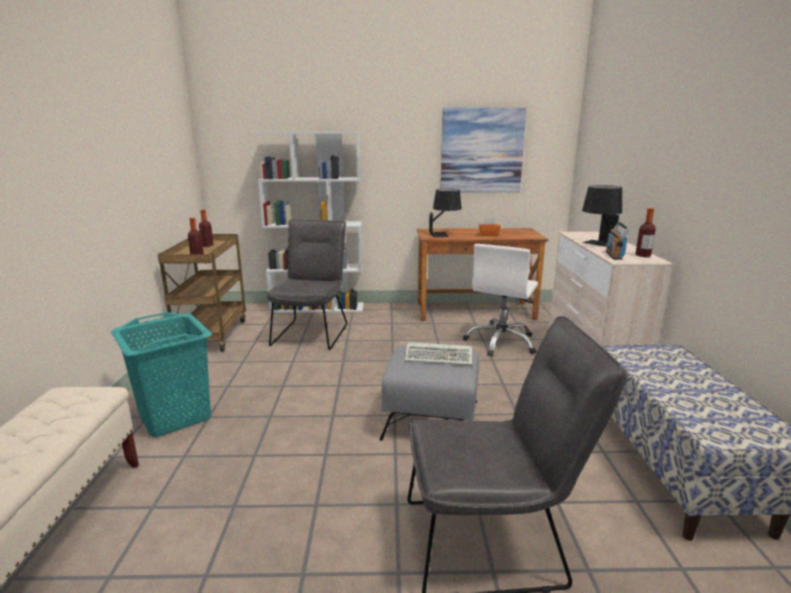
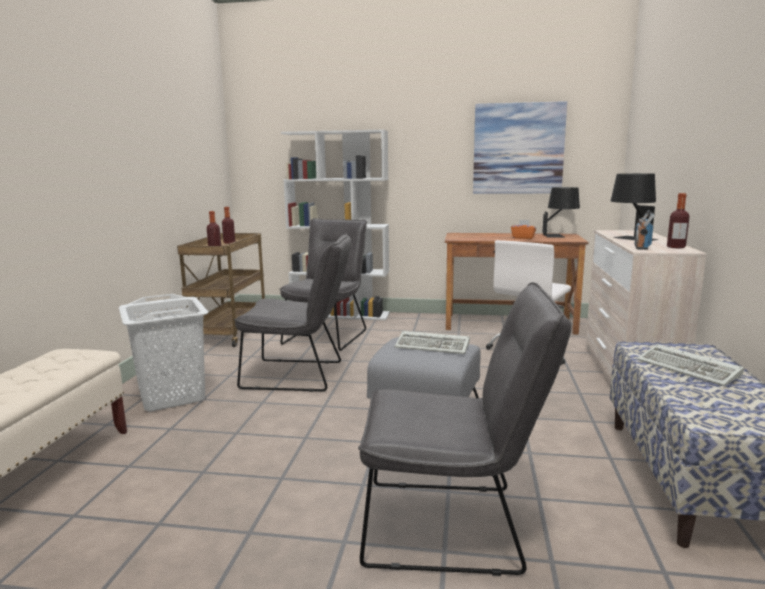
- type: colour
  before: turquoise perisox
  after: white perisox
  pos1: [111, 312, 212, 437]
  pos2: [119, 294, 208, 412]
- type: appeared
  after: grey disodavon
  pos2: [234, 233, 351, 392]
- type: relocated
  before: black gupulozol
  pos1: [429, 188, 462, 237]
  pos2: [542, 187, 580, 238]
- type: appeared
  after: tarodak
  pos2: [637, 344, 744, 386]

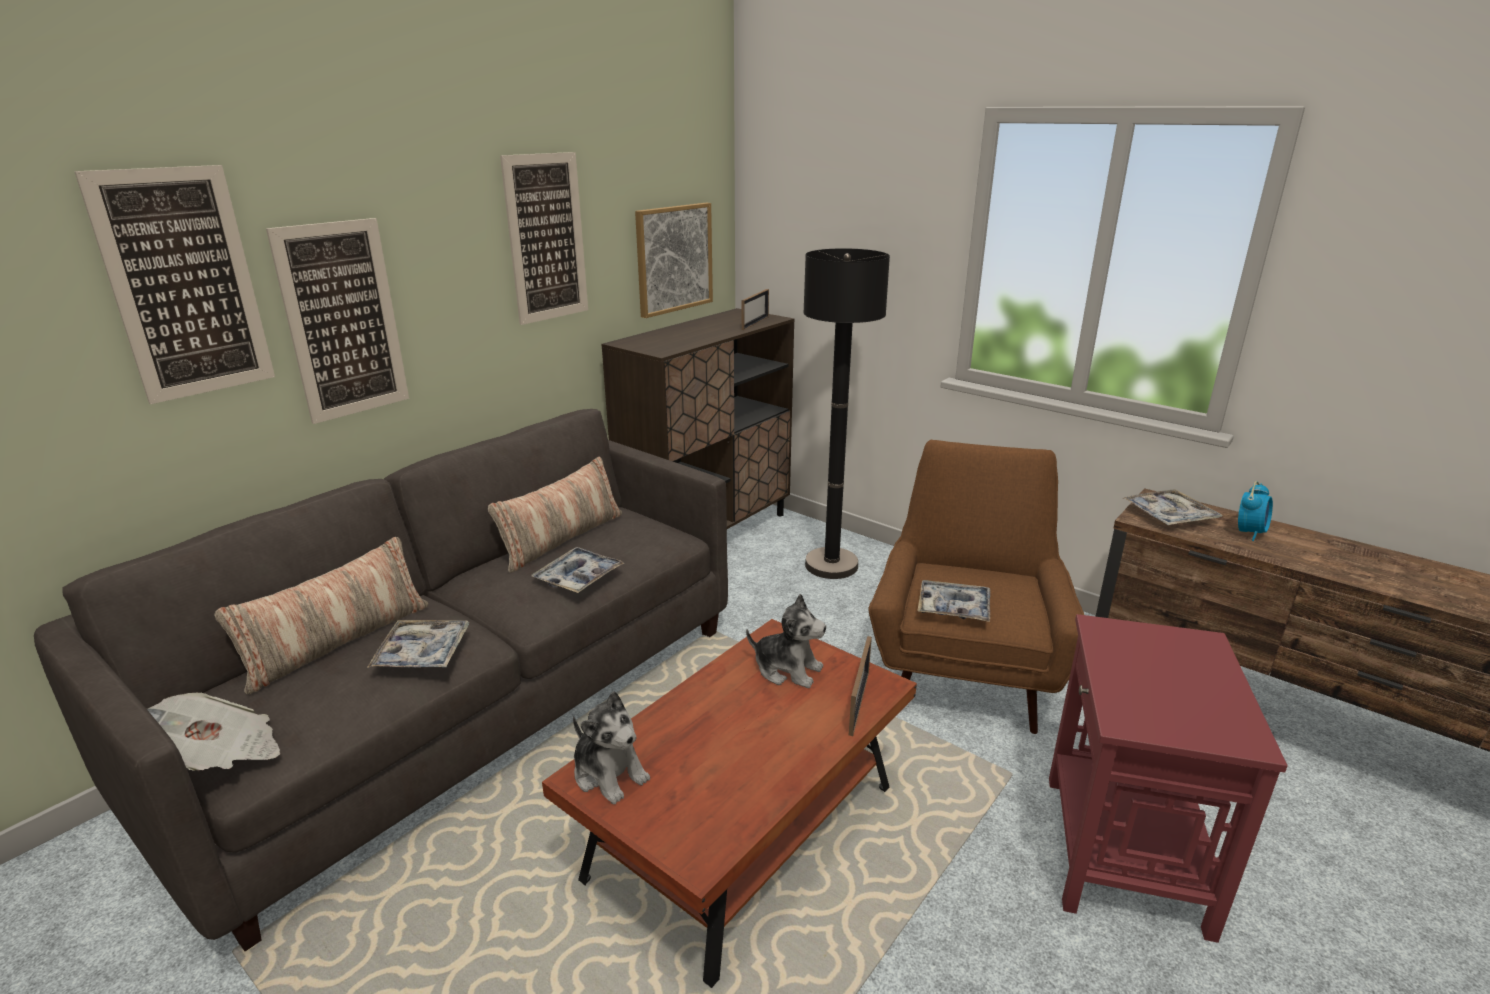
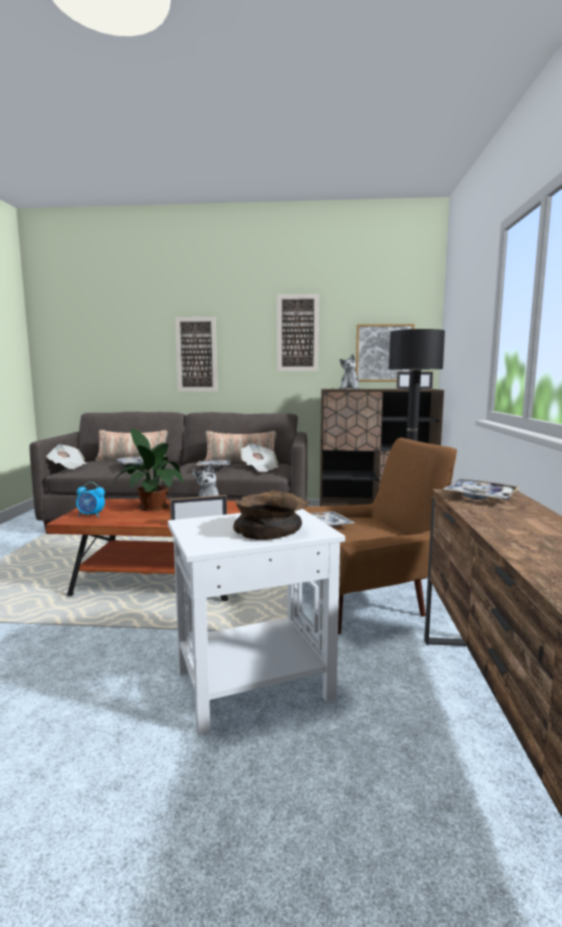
- type: relocated
  before: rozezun
  pos1: [1238, 481, 1273, 541]
  pos2: [76, 482, 105, 517]
- type: appeared
  after: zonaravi
  pos2: [113, 428, 184, 511]
- type: colour
  before: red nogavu
  after: white nogavu
  pos1: [1049, 614, 1288, 943]
  pos2: [168, 509, 345, 736]
- type: appeared
  after: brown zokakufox
  pos2: [233, 490, 310, 540]
- type: appeared
  after: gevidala
  pos2: [241, 444, 278, 472]
- type: relocated
  before: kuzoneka
  pos1: [573, 691, 650, 804]
  pos2: [339, 354, 360, 389]
- type: missing
  before: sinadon
  pos1: [74, 165, 275, 404]

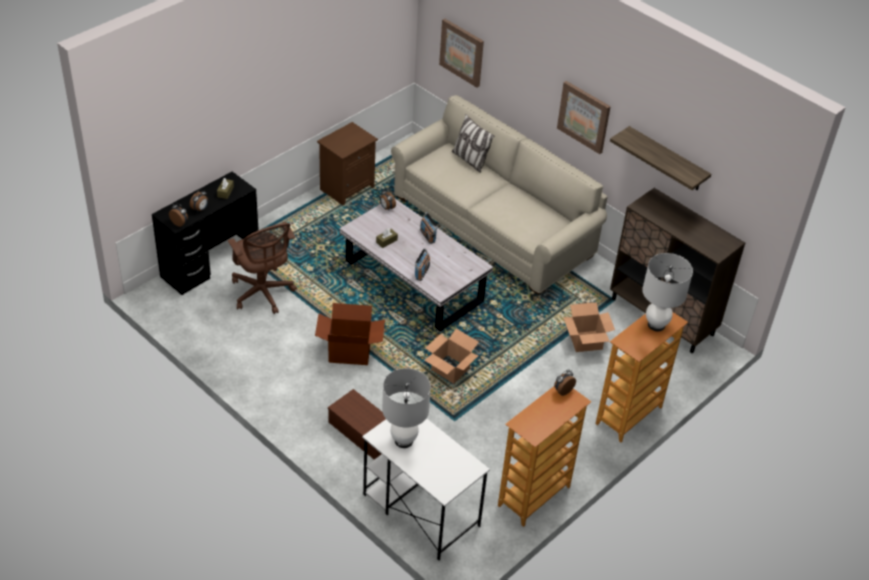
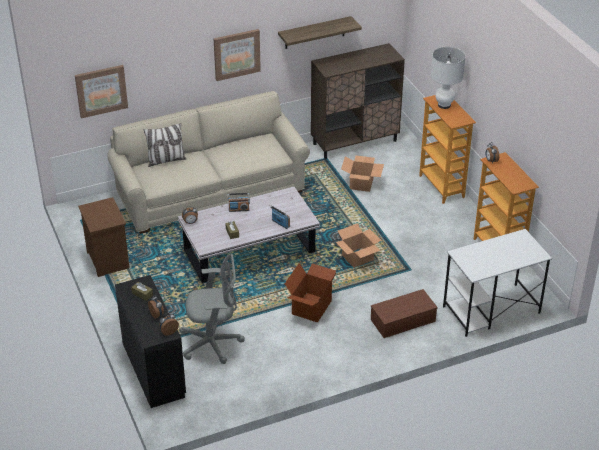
- type: colour
  before: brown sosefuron
  after: grey sosefuron
  pos1: [228, 222, 297, 314]
  pos2: [179, 254, 245, 364]
- type: missing
  before: white gupulozol
  pos1: [382, 368, 431, 448]

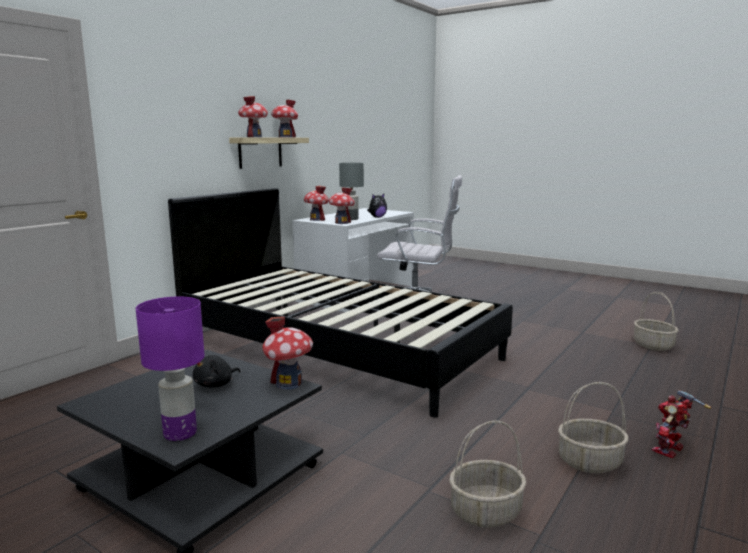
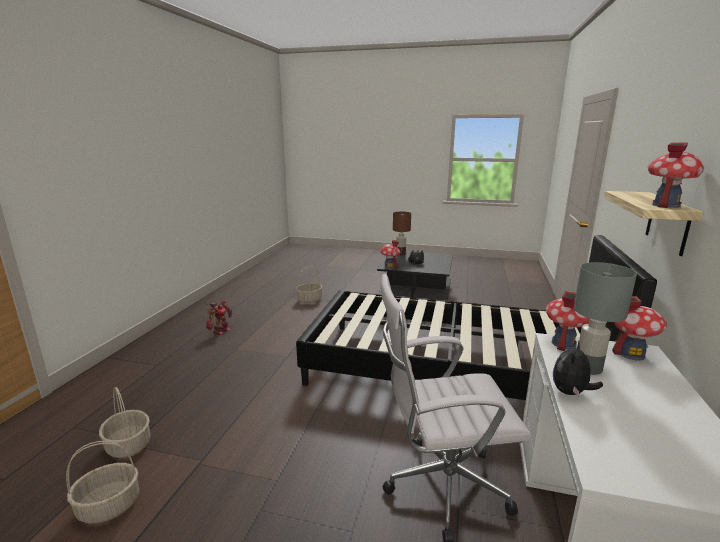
- type: relocated
  before: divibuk
  pos1: [558, 382, 628, 473]
  pos2: [66, 441, 139, 524]
- type: colour
  before: purple gupulozol
  after: brown gupulozol
  pos1: [136, 297, 205, 441]
  pos2: [393, 212, 411, 255]
- type: missing
  before: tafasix
  pos1: [238, 96, 268, 137]

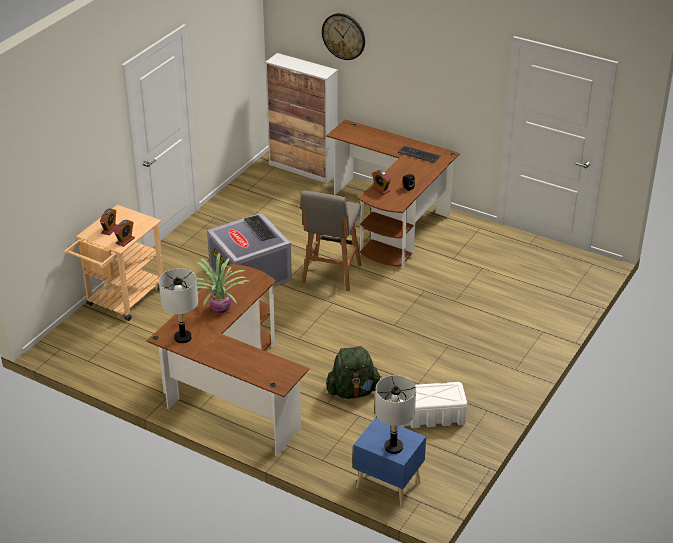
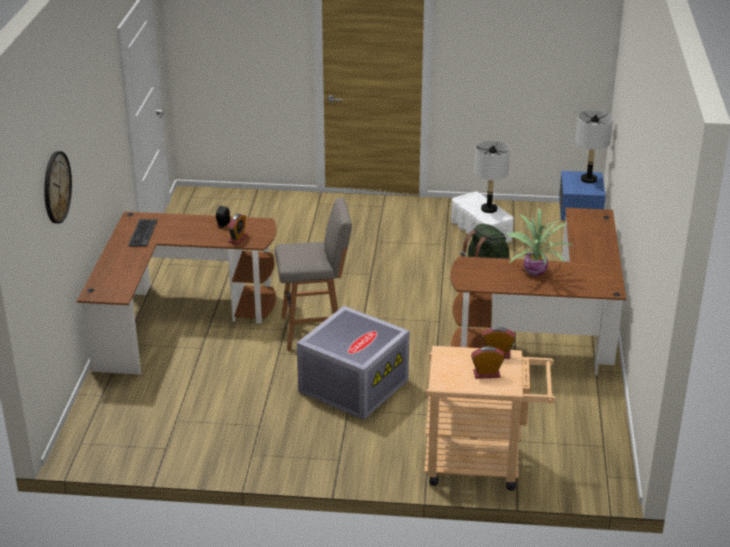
- type: relocated
  before: grey gupulozol
  pos1: [159, 268, 198, 343]
  pos2: [474, 140, 510, 213]
- type: missing
  before: tarodak
  pos1: [244, 215, 276, 241]
- type: missing
  before: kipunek
  pos1: [265, 53, 338, 183]

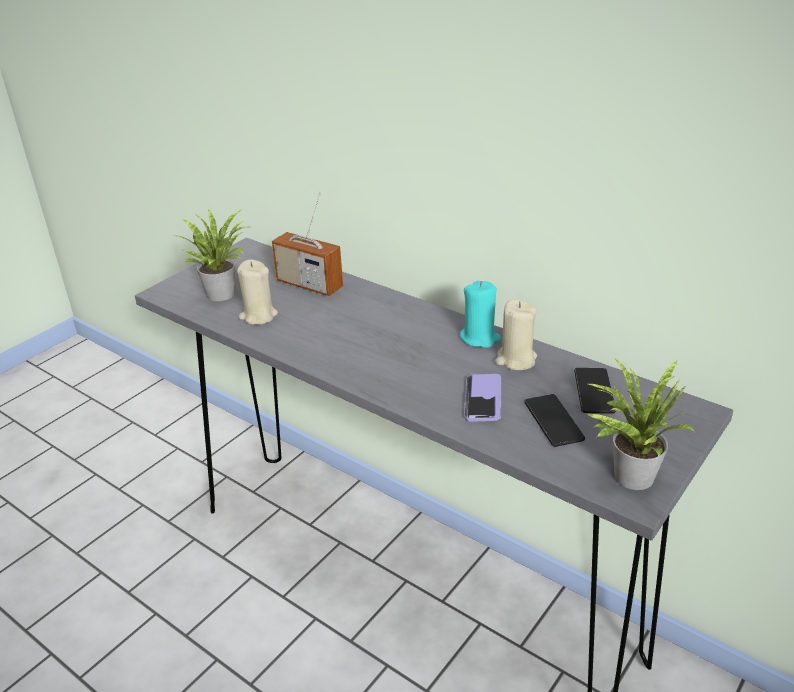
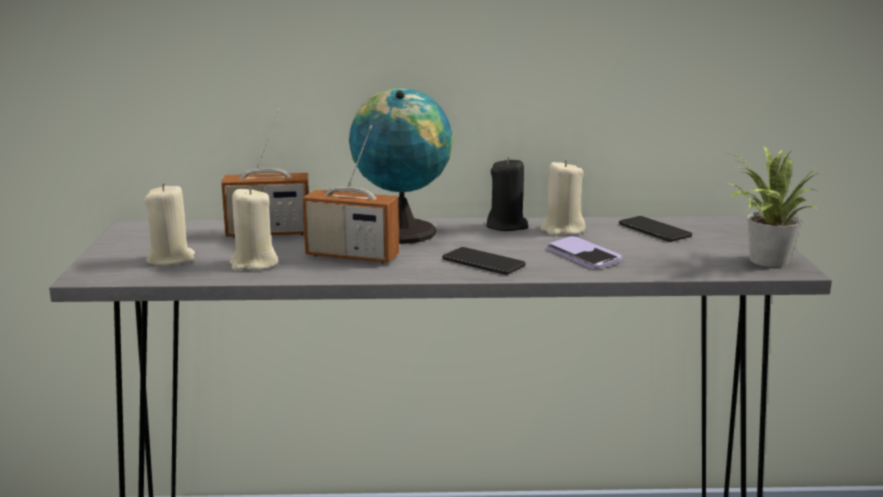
- type: exchanged
  before: zonaravi
  after: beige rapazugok
  pos1: [175, 209, 249, 301]
  pos2: [144, 183, 195, 266]
- type: appeared
  after: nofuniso
  pos2: [302, 125, 399, 263]
- type: appeared
  after: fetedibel
  pos2: [349, 88, 453, 244]
- type: relocated
  before: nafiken
  pos1: [524, 394, 585, 447]
  pos2: [442, 247, 526, 275]
- type: colour
  before: turquoise rapazugok
  after: black rapazugok
  pos1: [460, 281, 501, 348]
  pos2: [486, 157, 528, 231]

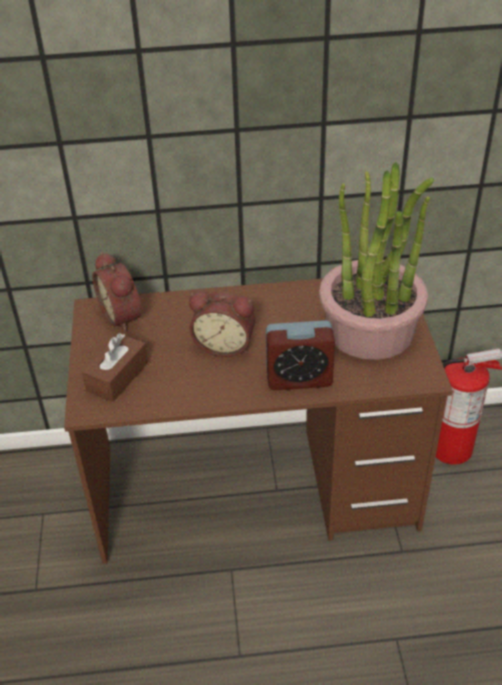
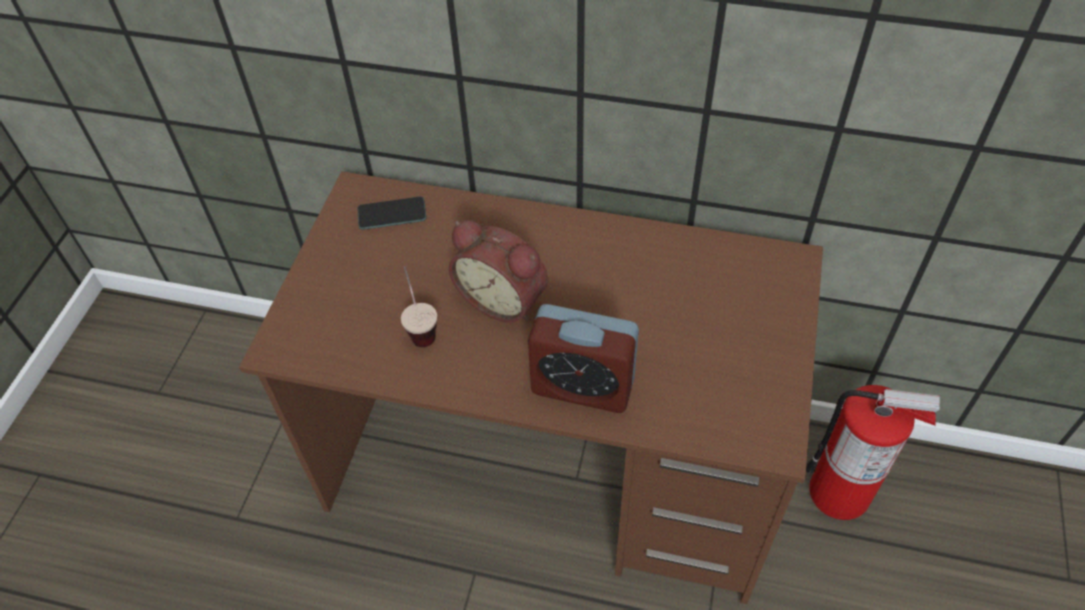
- type: exchanged
  before: rozezun
  after: nafiken
  pos1: [93, 252, 141, 331]
  pos2: [357, 197, 427, 230]
- type: appeared
  after: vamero
  pos2: [401, 266, 437, 347]
- type: missing
  before: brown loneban
  pos1: [82, 333, 148, 402]
- type: missing
  before: zonaravi
  pos1: [319, 162, 434, 360]

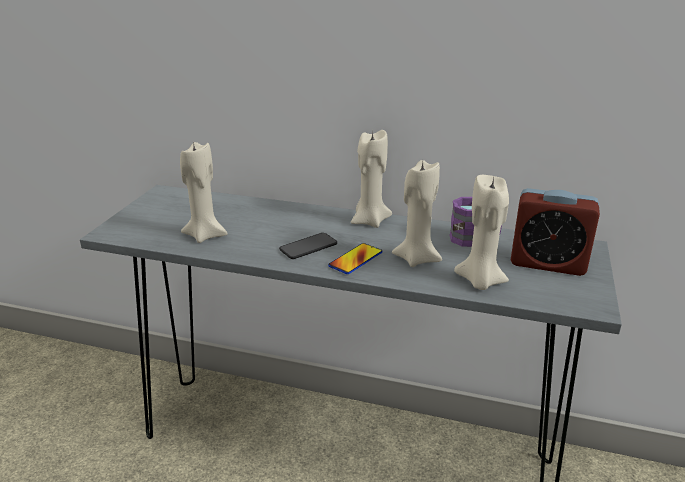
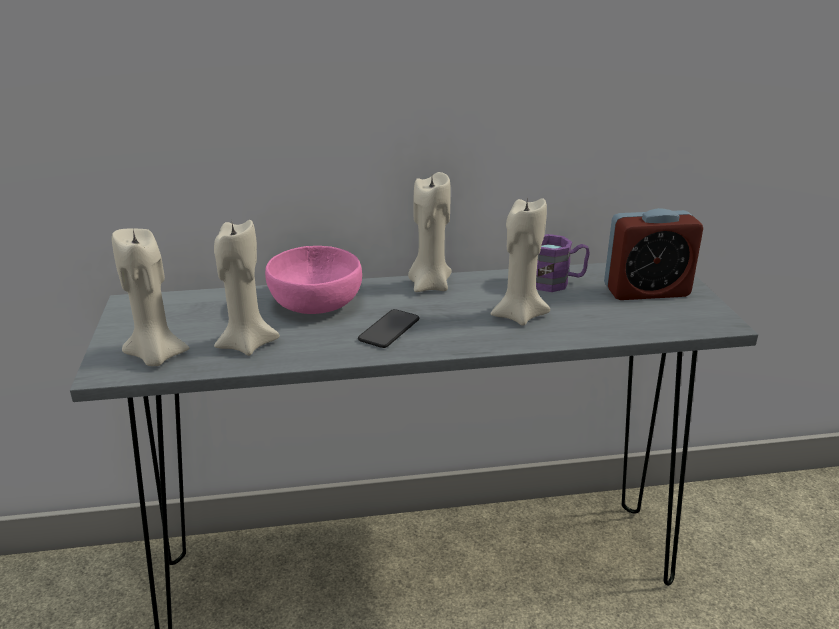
- type: relocated
  before: beige rapazugok
  pos1: [454, 175, 509, 290]
  pos2: [112, 229, 189, 366]
- type: appeared
  after: pink zokakufox
  pos2: [265, 246, 362, 314]
- type: missing
  before: nafiken
  pos1: [328, 243, 382, 274]

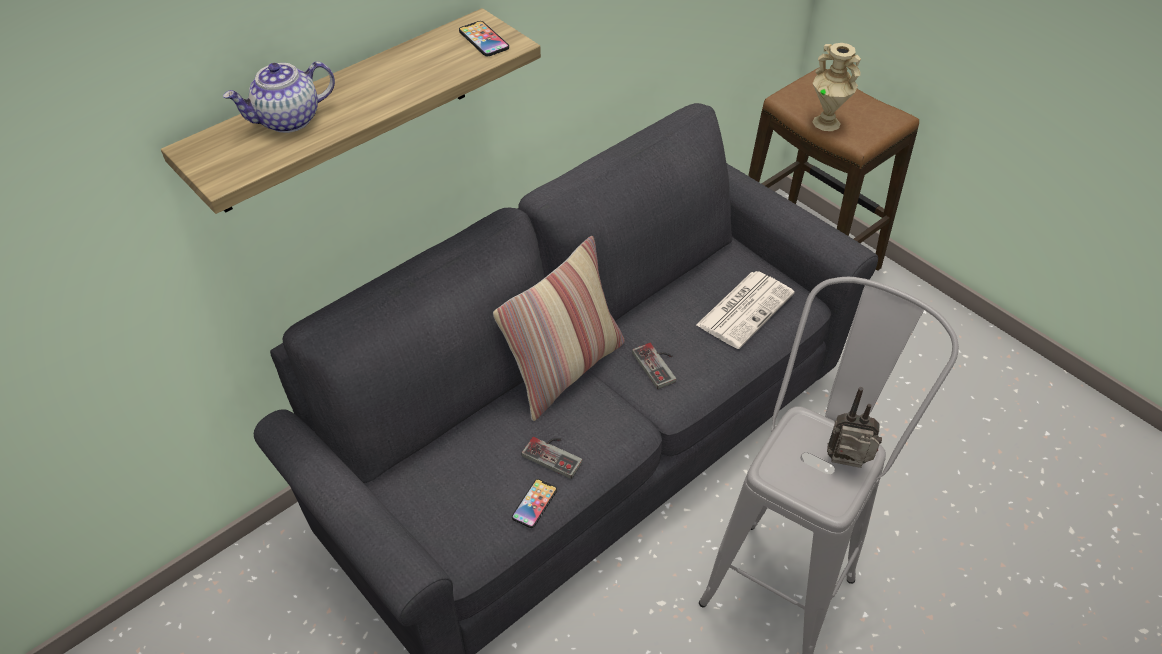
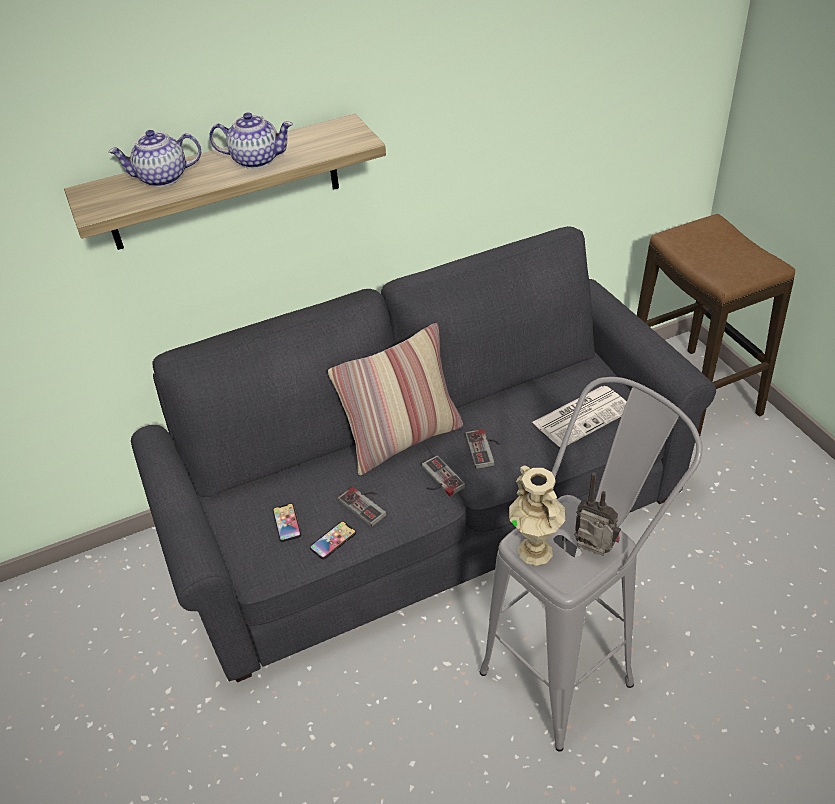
- type: appeared
  after: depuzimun
  pos2: [209, 112, 293, 169]
- type: relocated
  before: nafiken
  pos1: [459, 21, 509, 57]
  pos2: [273, 503, 301, 542]
- type: appeared
  after: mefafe
  pos2: [422, 456, 466, 496]
- type: relocated
  before: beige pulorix
  pos1: [812, 43, 861, 131]
  pos2: [509, 465, 565, 566]

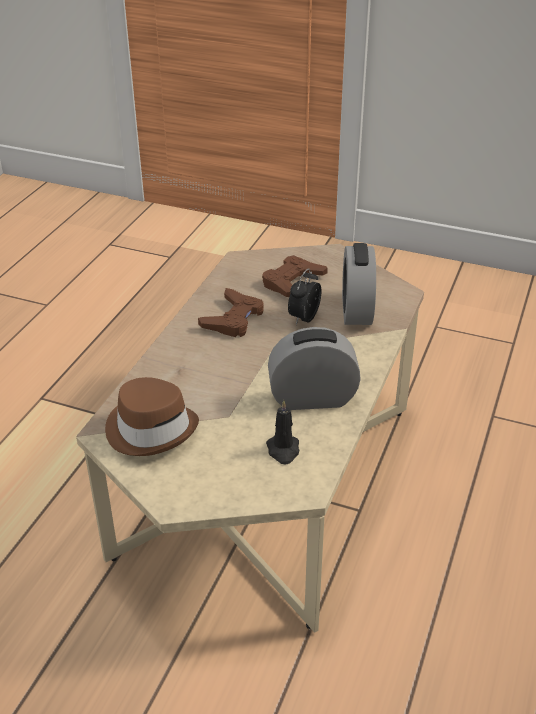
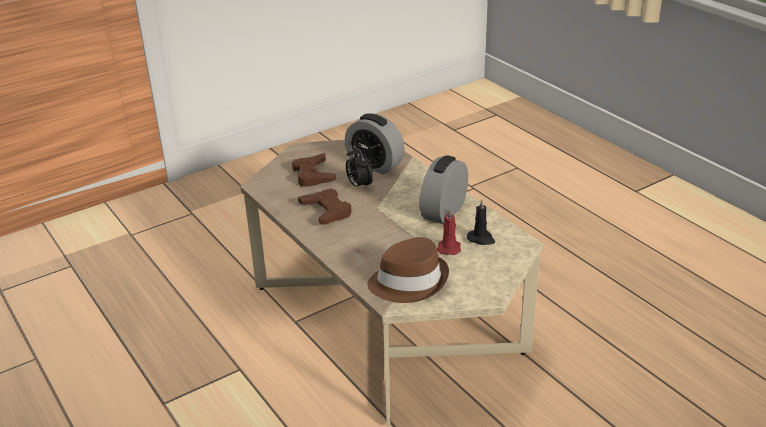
- type: appeared
  after: red rapazugok
  pos2: [437, 209, 461, 255]

